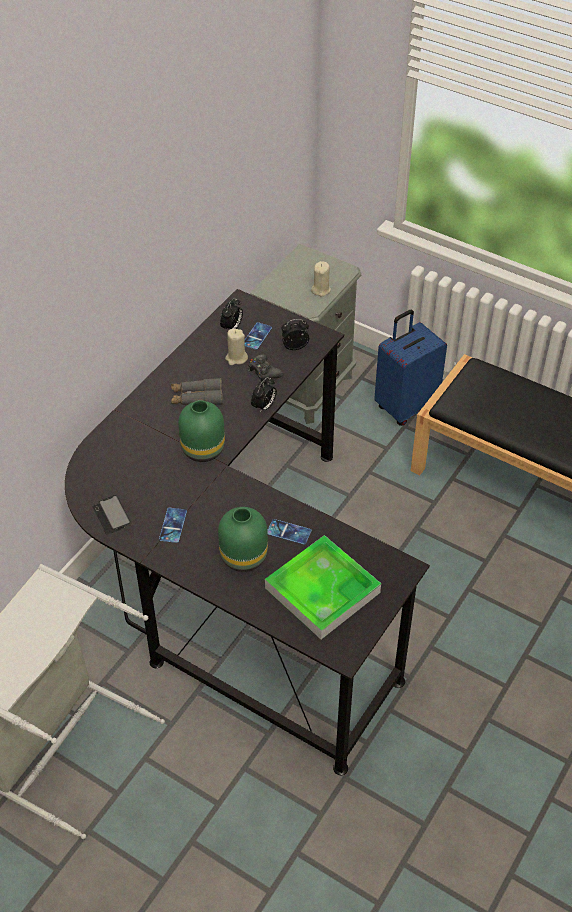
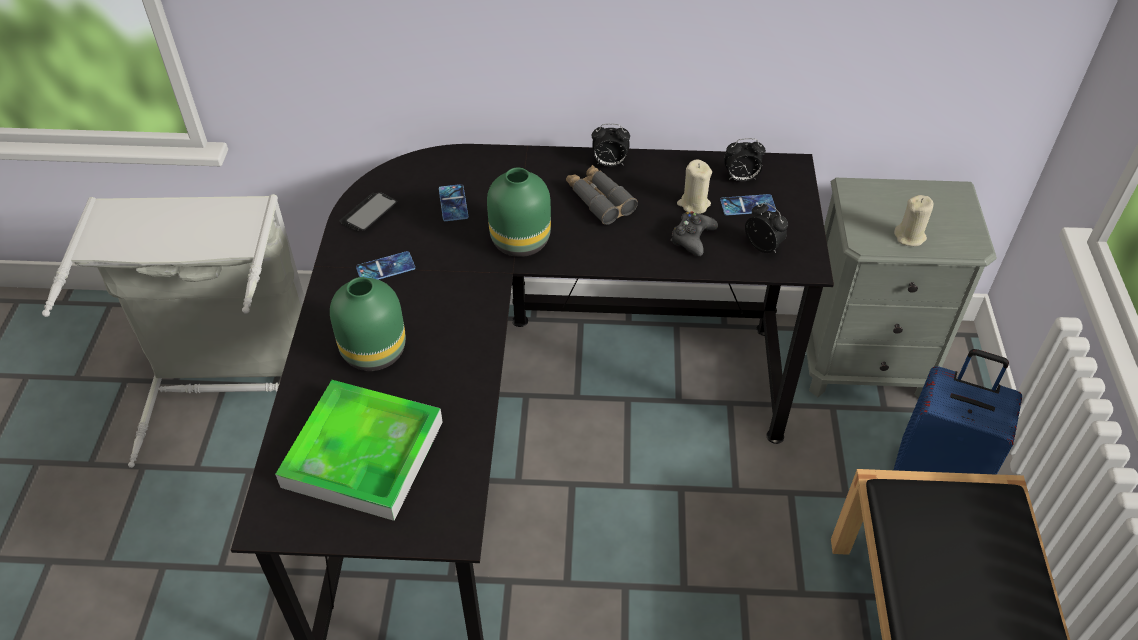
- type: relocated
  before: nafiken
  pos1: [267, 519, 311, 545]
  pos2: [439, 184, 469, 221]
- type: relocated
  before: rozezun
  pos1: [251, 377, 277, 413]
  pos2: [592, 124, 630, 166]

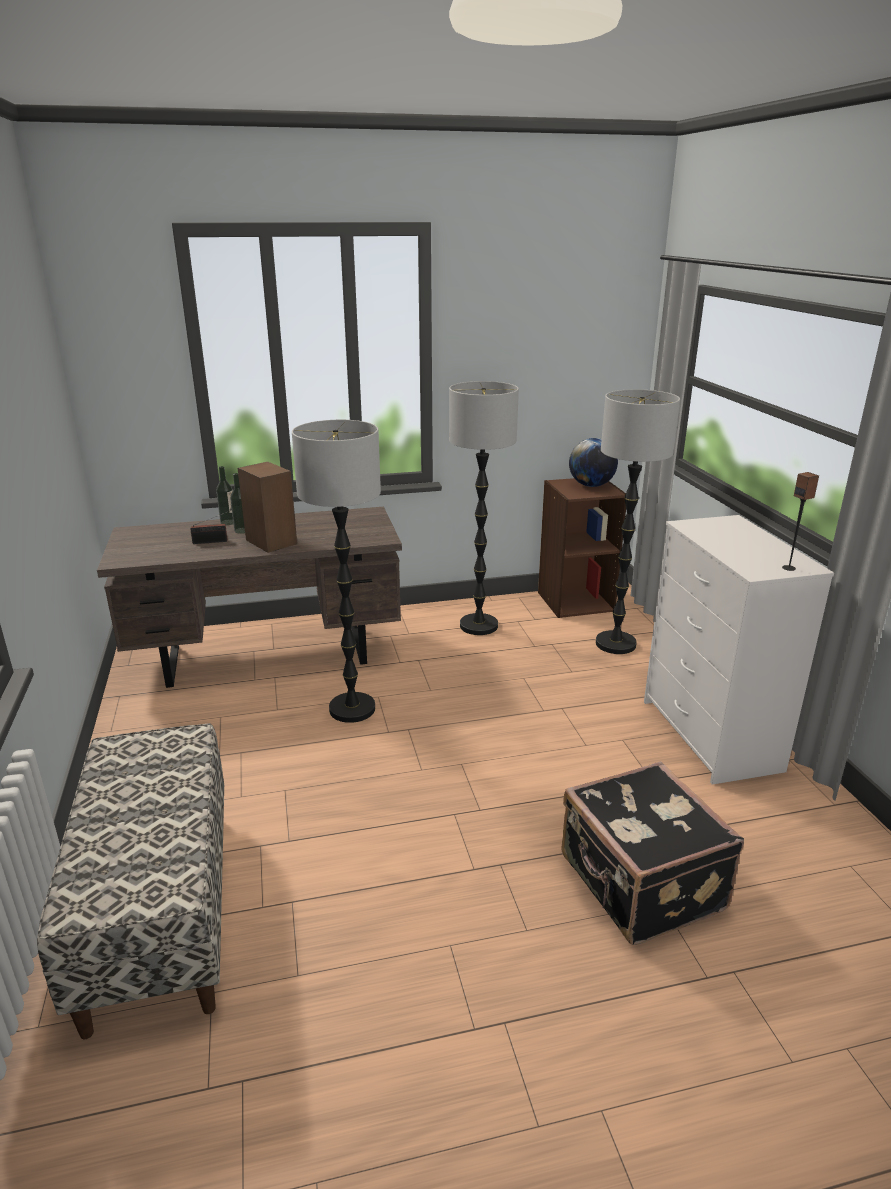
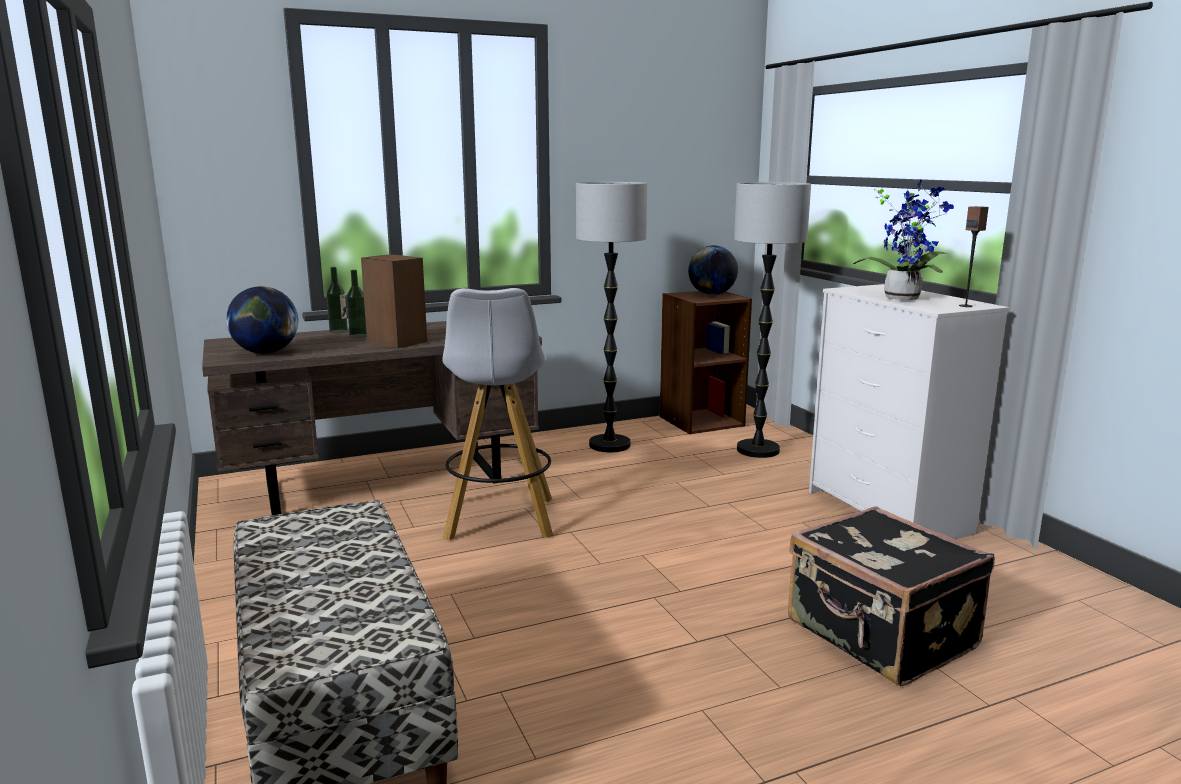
- type: appeared
  after: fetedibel
  pos2: [226, 286, 298, 354]
- type: exchanged
  before: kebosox
  after: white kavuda
  pos1: [292, 420, 381, 723]
  pos2: [442, 288, 553, 540]
- type: appeared
  after: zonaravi
  pos2: [853, 179, 954, 300]
- type: missing
  before: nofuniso
  pos1: [190, 512, 227, 544]

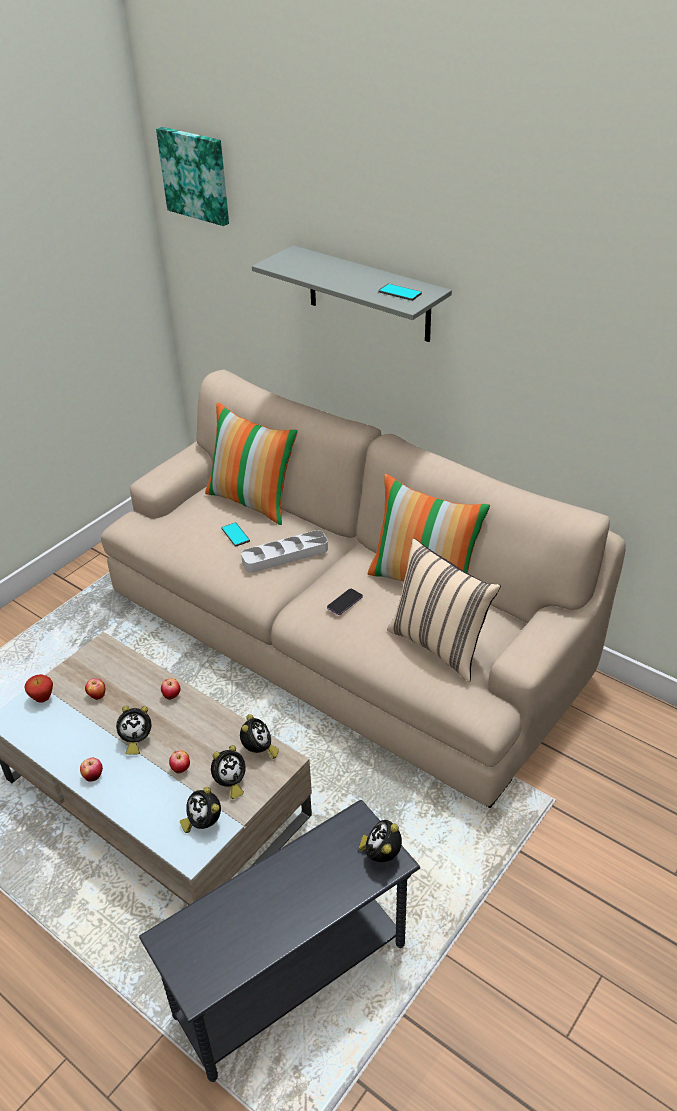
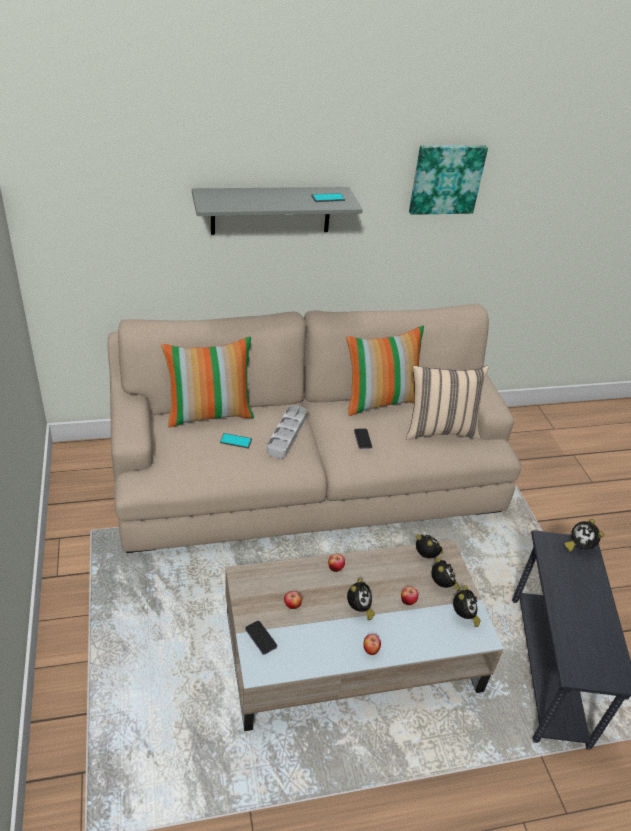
- type: exchanged
  before: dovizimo
  after: nafiken
  pos1: [25, 674, 53, 703]
  pos2: [245, 621, 277, 654]
- type: relocated
  before: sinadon
  pos1: [156, 127, 229, 226]
  pos2: [409, 145, 488, 215]
- type: spun
  before: rozezun
  pos1: [180, 787, 221, 833]
  pos2: [453, 585, 481, 627]
  turn: -75

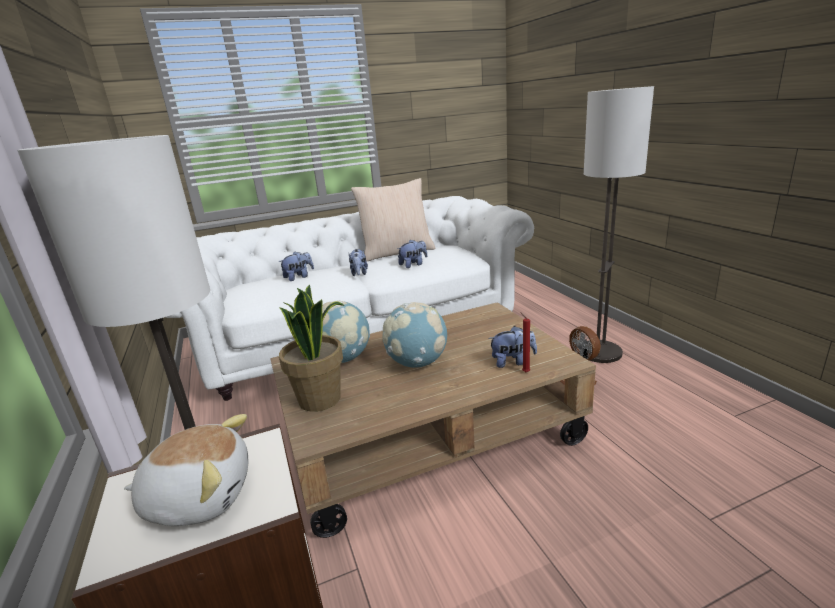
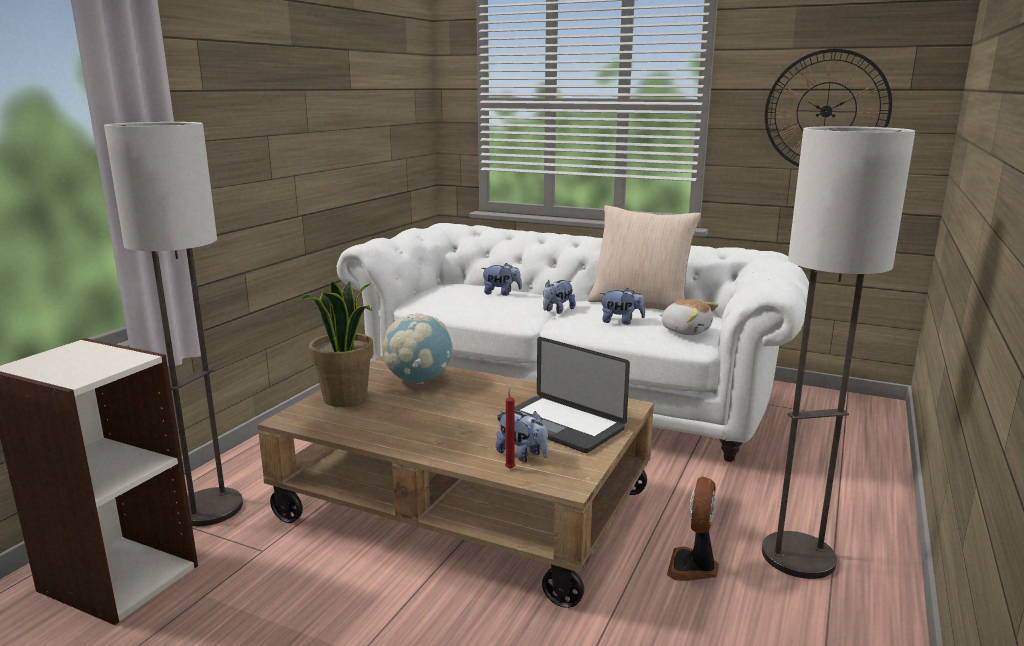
- type: appeared
  after: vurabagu
  pos2: [497, 337, 630, 453]
- type: relocated
  before: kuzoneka
  pos1: [124, 414, 248, 526]
  pos2: [660, 299, 719, 335]
- type: appeared
  after: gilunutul
  pos2: [765, 49, 892, 167]
- type: missing
  before: fetedibel
  pos1: [382, 302, 447, 368]

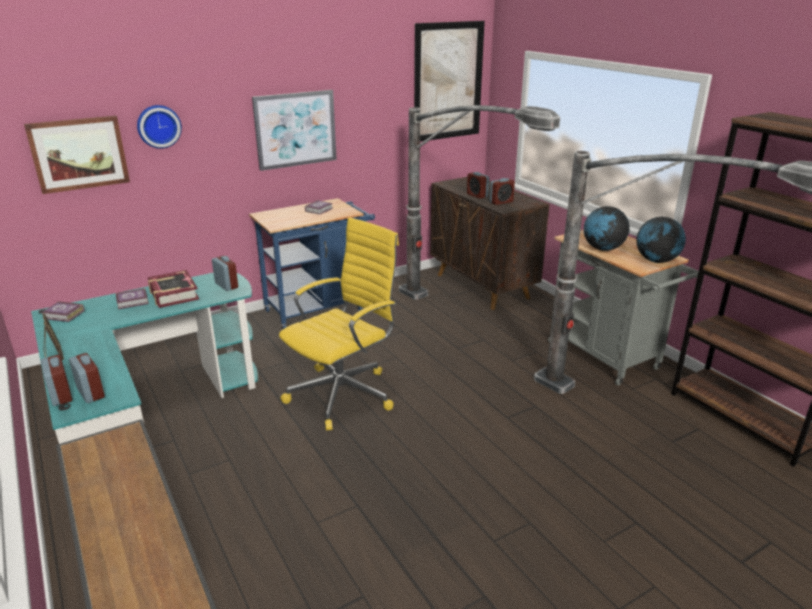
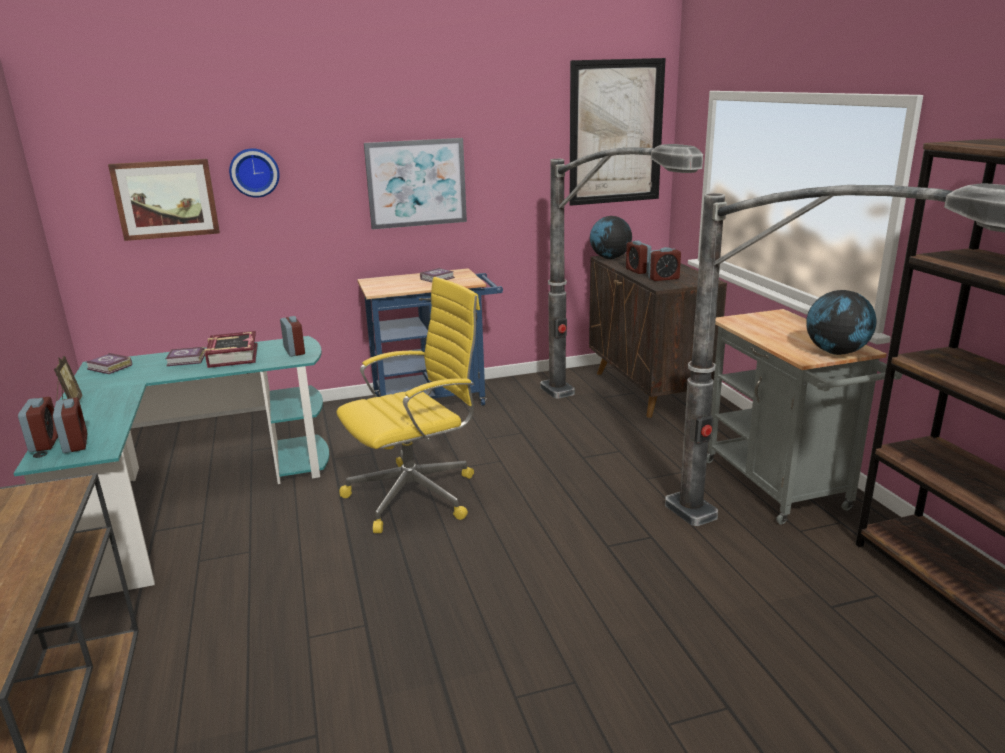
- type: relocated
  before: fetedibel
  pos1: [584, 206, 630, 251]
  pos2: [590, 216, 632, 259]

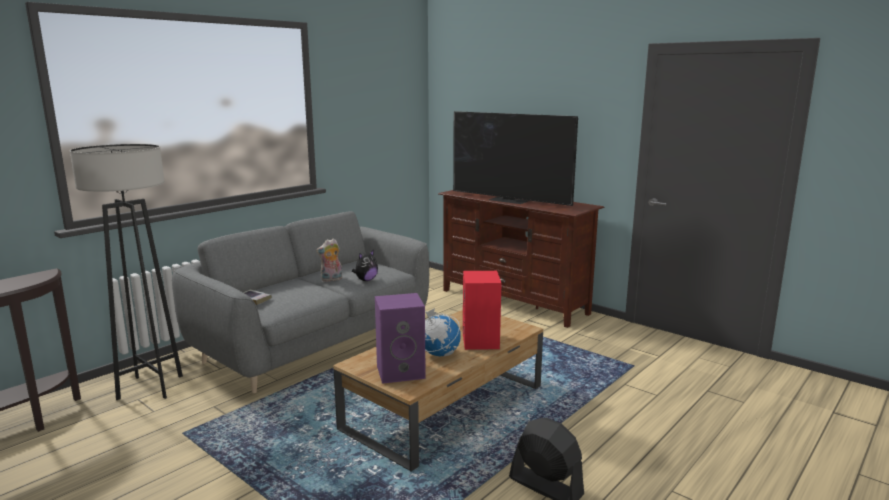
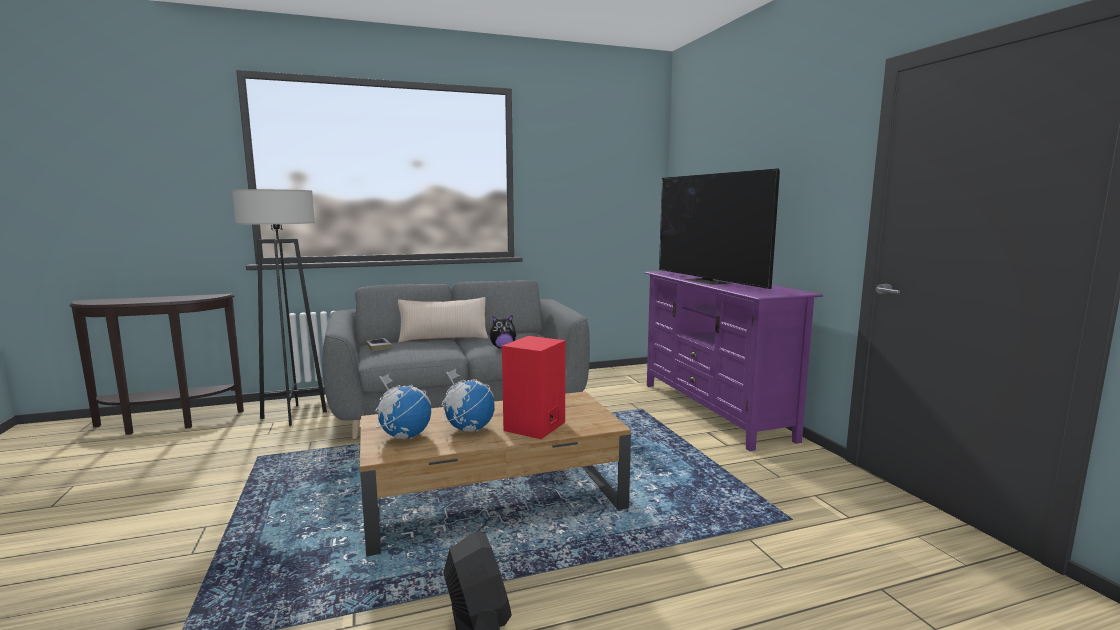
- type: exchanged
  before: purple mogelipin
  after: fetedibel
  pos1: [375, 293, 426, 384]
  pos2: [375, 374, 431, 439]
- type: appeared
  after: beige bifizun
  pos2: [398, 297, 488, 343]
- type: colour
  before: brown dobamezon
  after: purple dobamezon
  pos1: [438, 190, 604, 328]
  pos2: [644, 271, 823, 451]
- type: missing
  before: kuzoneka
  pos1: [316, 238, 342, 282]

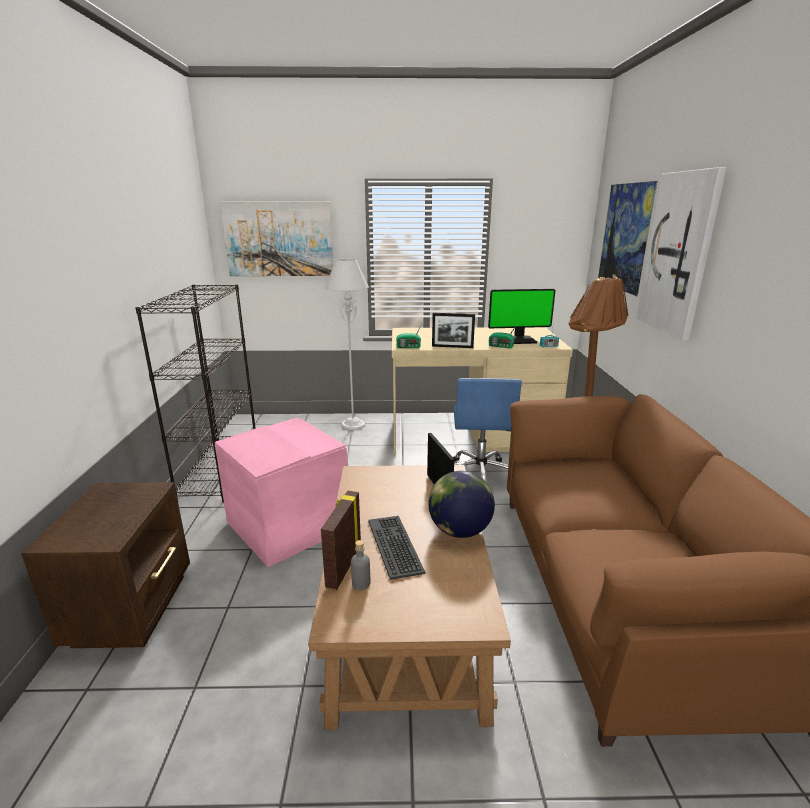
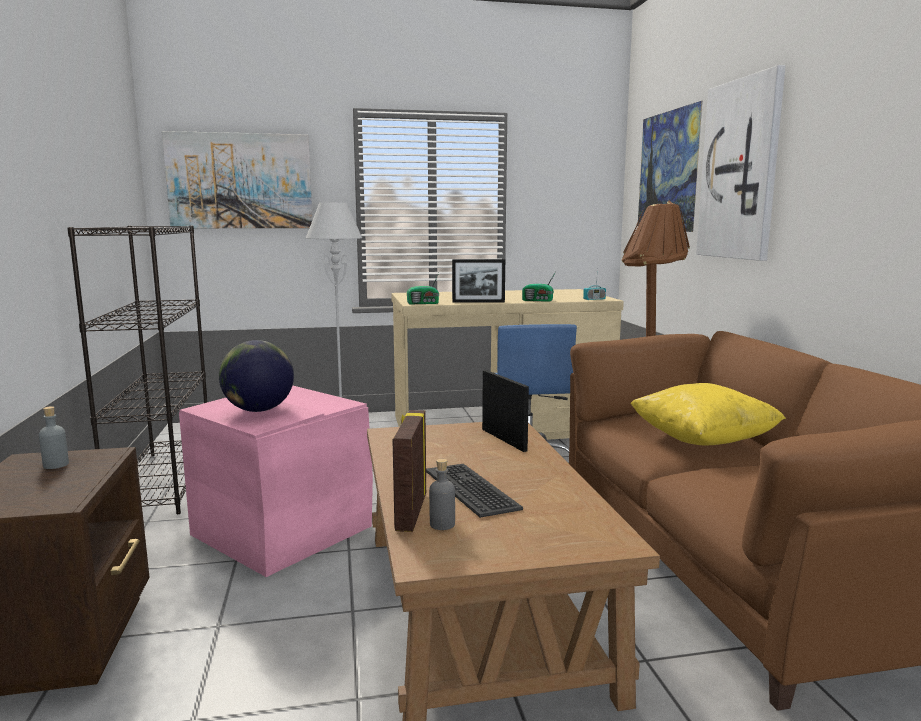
- type: appeared
  after: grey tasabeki
  pos2: [39, 406, 69, 469]
- type: relocated
  before: fetedibel
  pos1: [428, 471, 495, 538]
  pos2: [219, 340, 294, 412]
- type: appeared
  after: yellow bifizun
  pos2: [630, 383, 786, 445]
- type: missing
  before: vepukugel
  pos1: [488, 289, 555, 344]

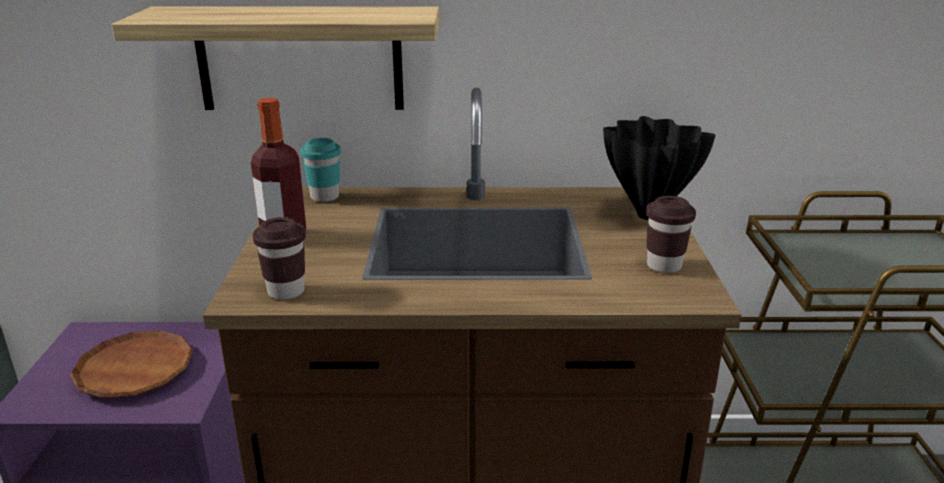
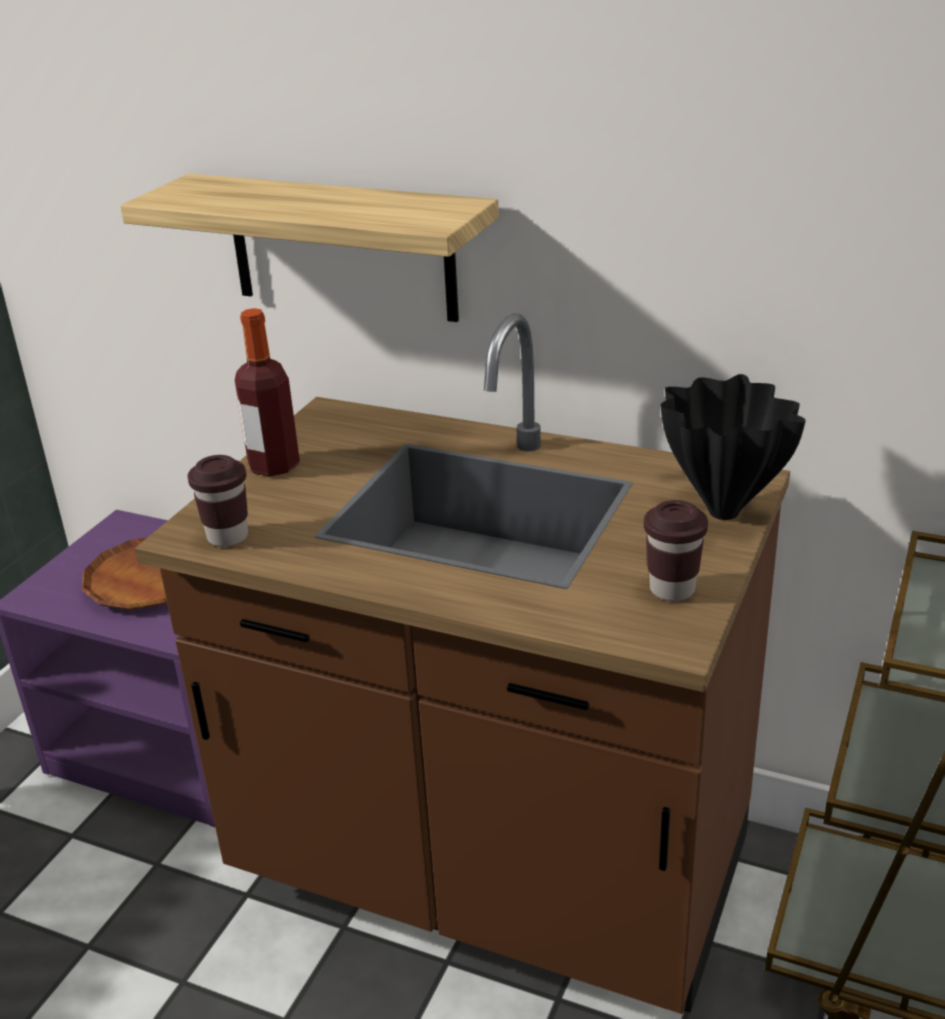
- type: missing
  before: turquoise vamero
  pos1: [300, 138, 341, 202]

